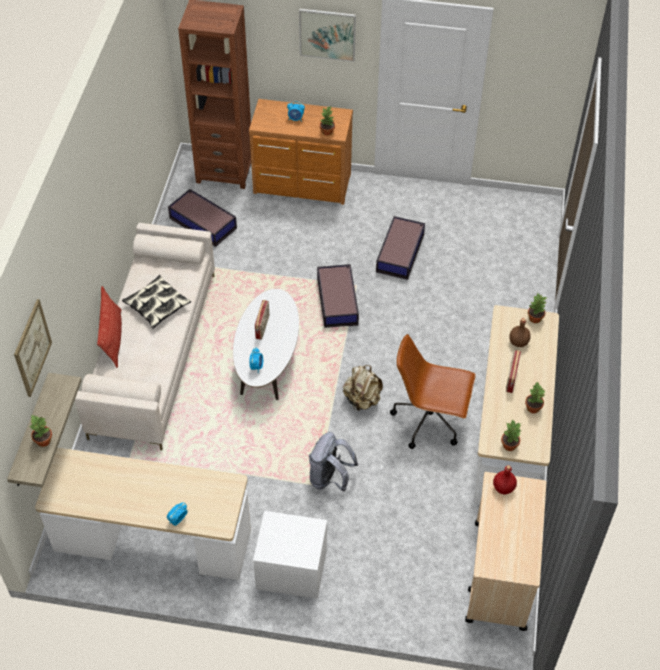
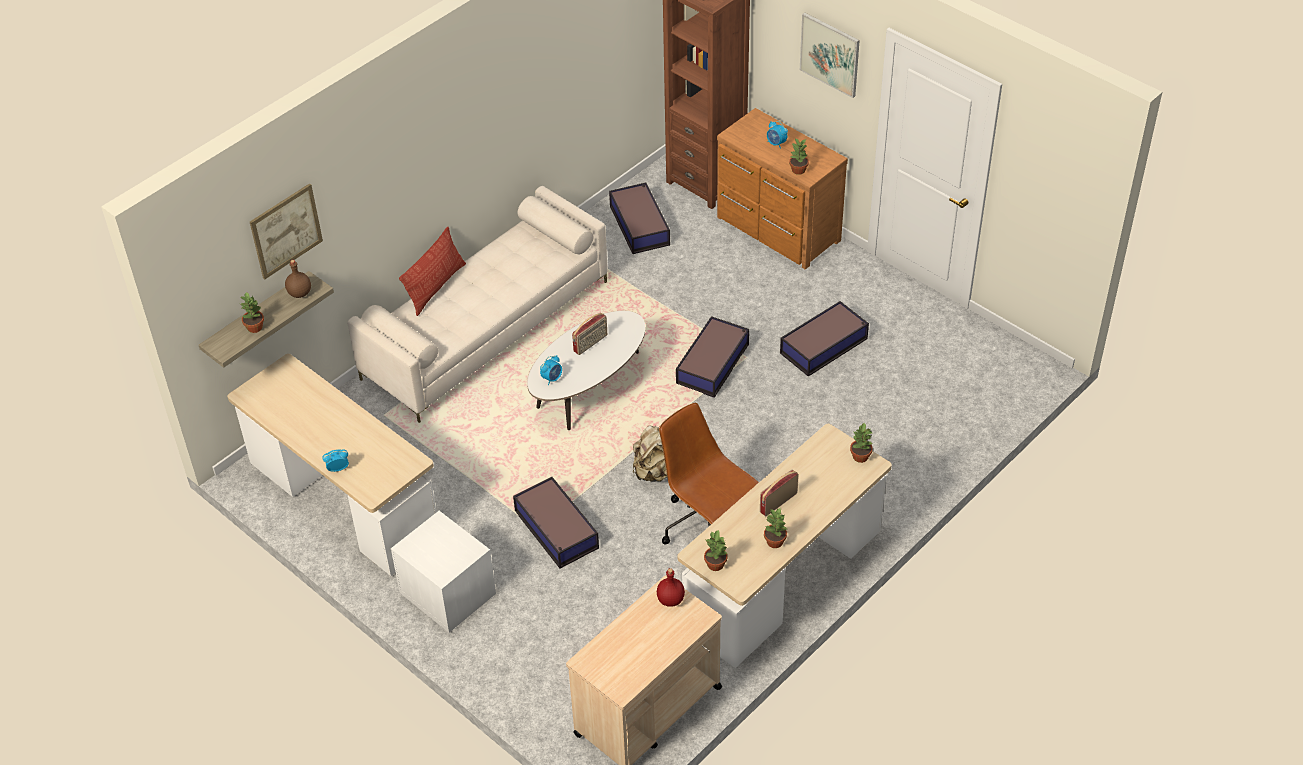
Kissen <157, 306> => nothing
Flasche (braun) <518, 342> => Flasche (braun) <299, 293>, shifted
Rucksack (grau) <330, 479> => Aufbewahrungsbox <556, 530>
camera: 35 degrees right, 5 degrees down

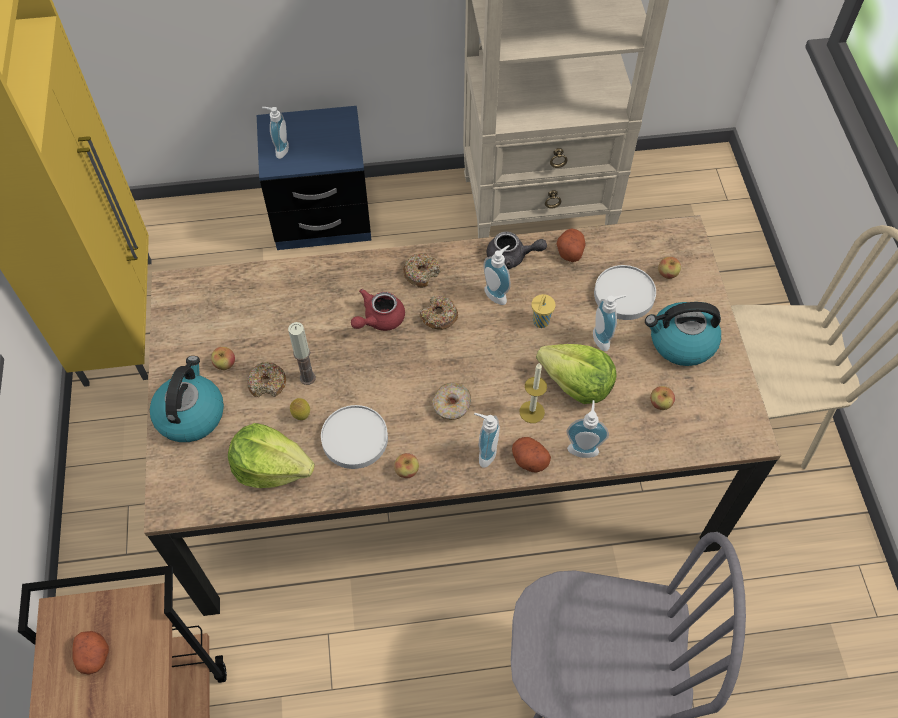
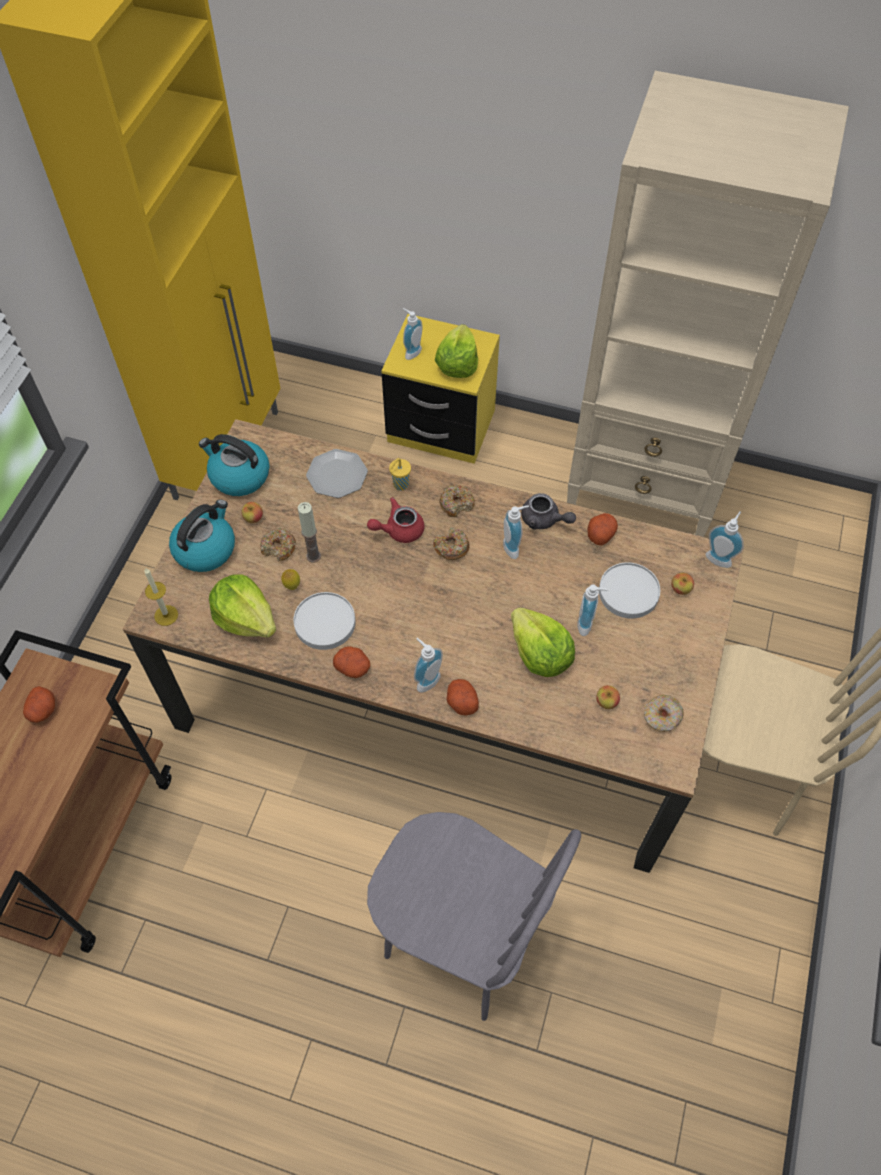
nothing => Teller <337, 474>
nothing => Salatkopf <457, 364>
Donut <452, 405> => Donut <662, 717>, shifted
Kerze <532, 412> => Kerze <166, 615>, shifted
Tasse (gelb) <540, 322> => Tasse (gelb) <400, 485>, shifted
Seifenspender <583, 447> => Seifenspender <719, 557>, shifted
Wasserkessel <681, 342> => Wasserkessel <239, 476>, shifted
Apfel <407, 471> => Kartoffel <353, 667>
Nachttisch (blau) <322, 217> => Nachttisch (gelb) <441, 427>
camera: 25 degrees right, 0 degrees up

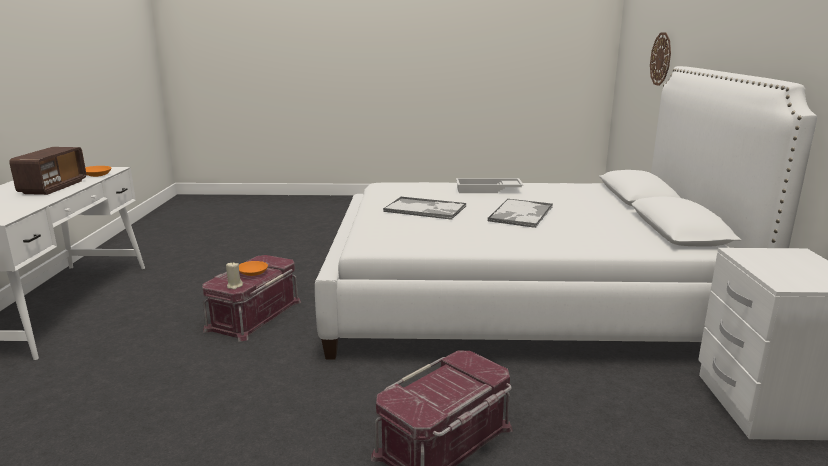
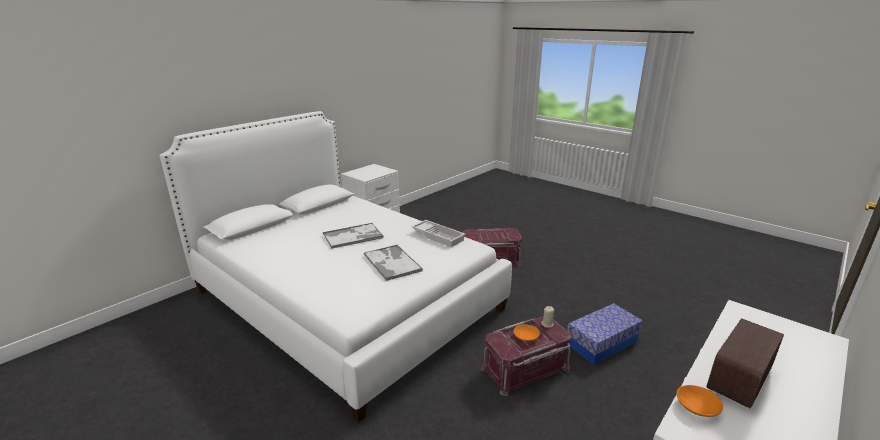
Wanduhr <661, 59> => nothing
nothing => Aufbewahrungsbox <602, 343>
Tablett (weiß) <488, 190> => Tablett (weiß) <439, 236>, shifted
camera: 140 degrees left, 5 degrees up

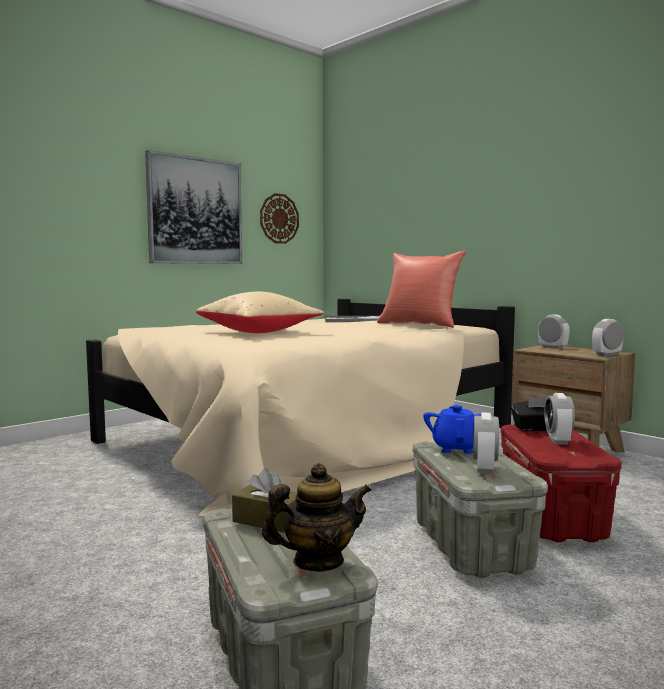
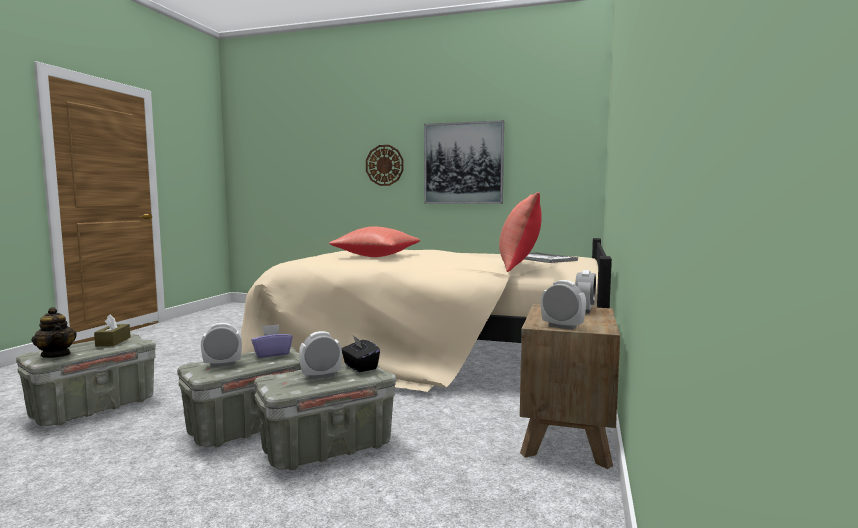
Wanduhr <279, 218> => Wanduhr <384, 165>, shifted
Teekanne (blau) <456, 448> => Taschentuchbox (lila) <272, 354>
Kissen (beige) <259, 332> => Kissen (rot) <377, 256>
Aufbewahrungsbox (rot) <552, 518> => Aufbewahrungsbox (grau) <327, 448>
camera: 60 degrees right, 0 degrees up

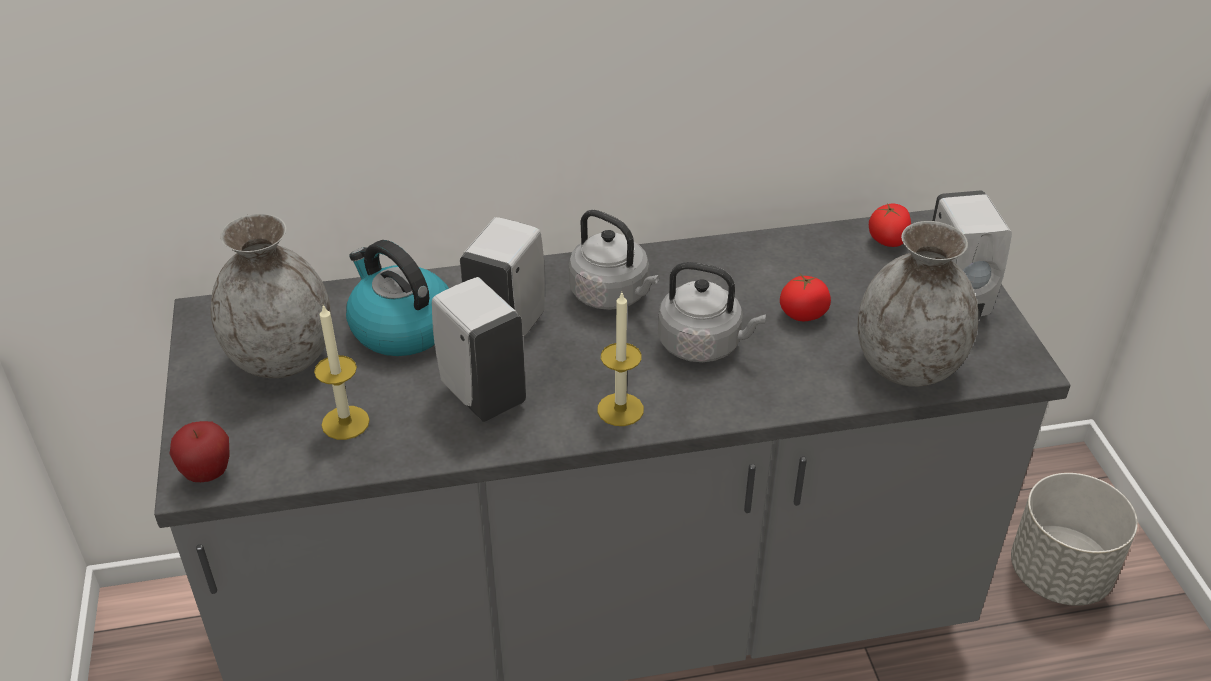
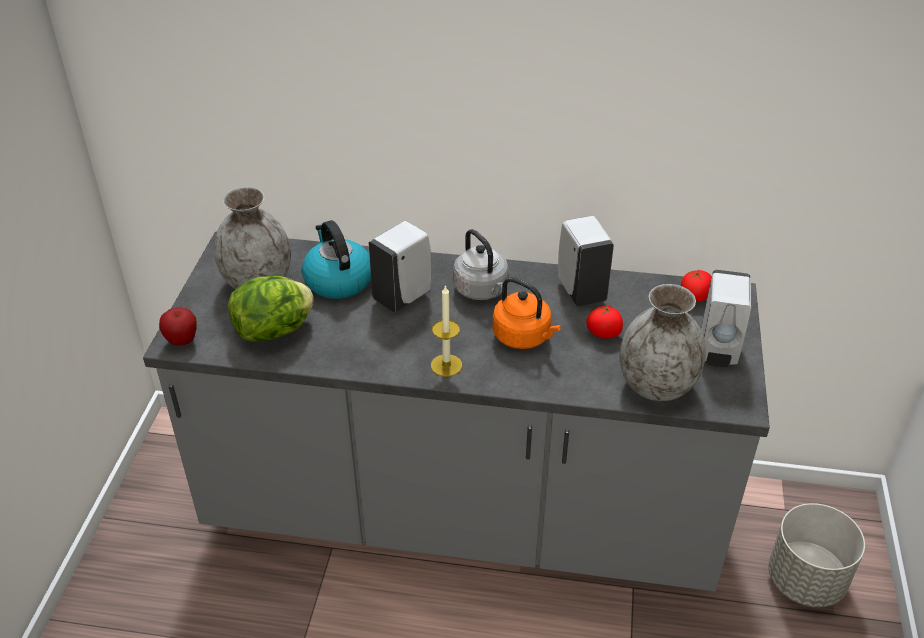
Seifenspender (weiß) <481, 393> => Seifenspender (weiß) <580, 290>, shifted
Kerze <345, 422> => Salatkopf <275, 331>
Wasserkessel (grau) <703, 345> => Wasserkessel (orange) <524, 337>
camera: 20 degrees right, 0 degrees up

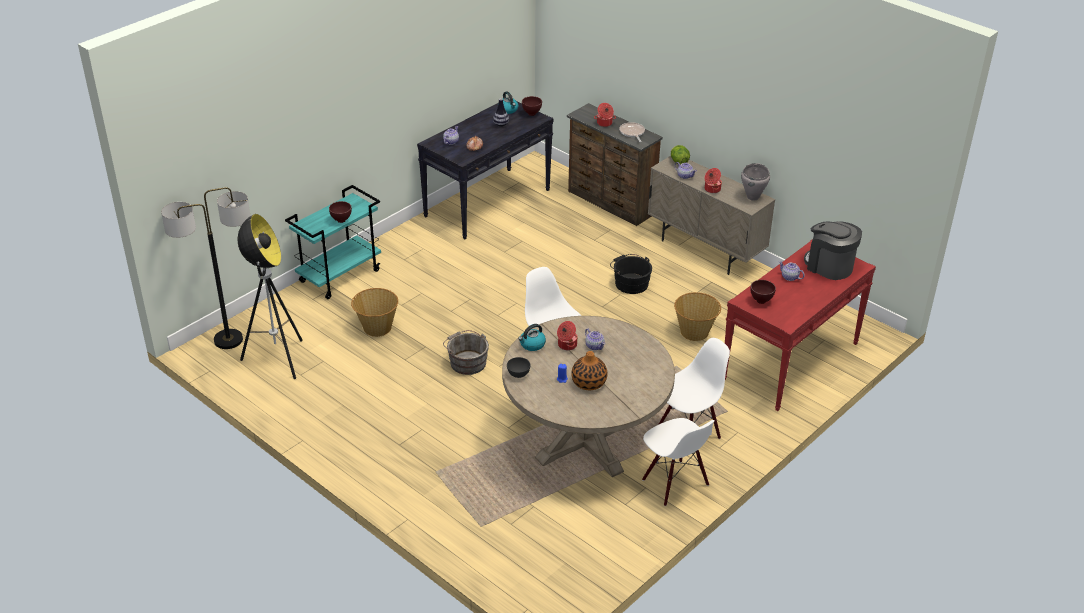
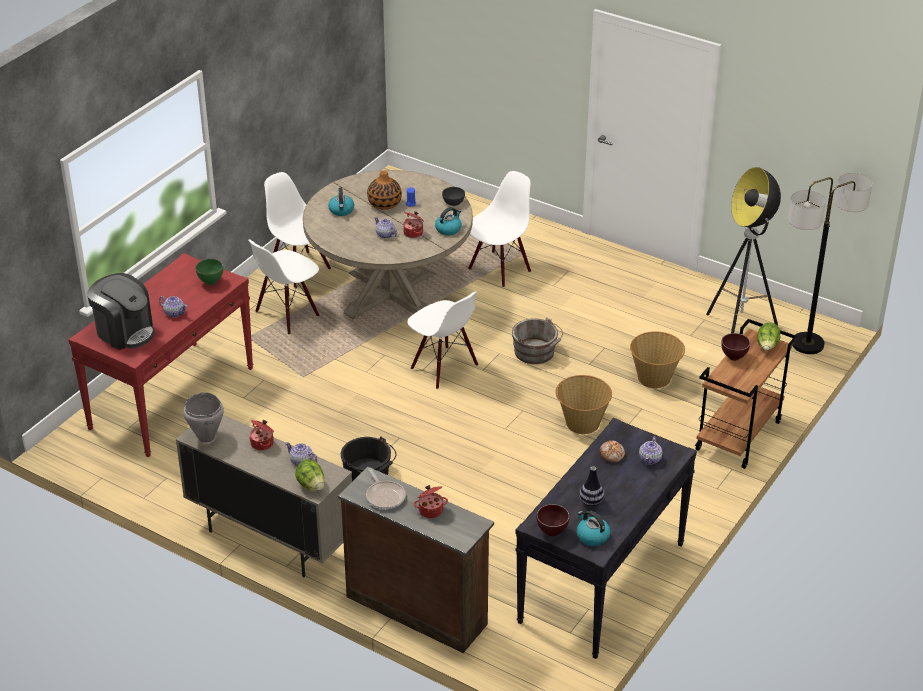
nothing => Wasserkessel <341, 210>
nothing => Stuhl (weiß) <499, 269>
nothing => Salatkopf <767, 346>
Korb <695, 332> => Korb <582, 423>, shifted
Rollwagen (türkis) <340, 275> => Rollwagen (braun) <738, 437>
Schüssel (braun) <760, 301> => Schüssel (grün) <211, 282>
camera: 170 degrees right, 0 degrees up

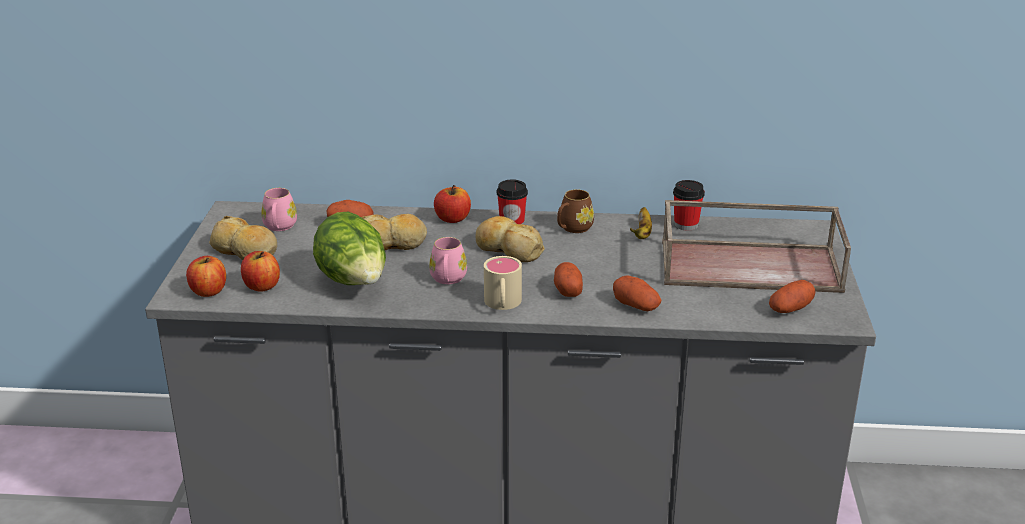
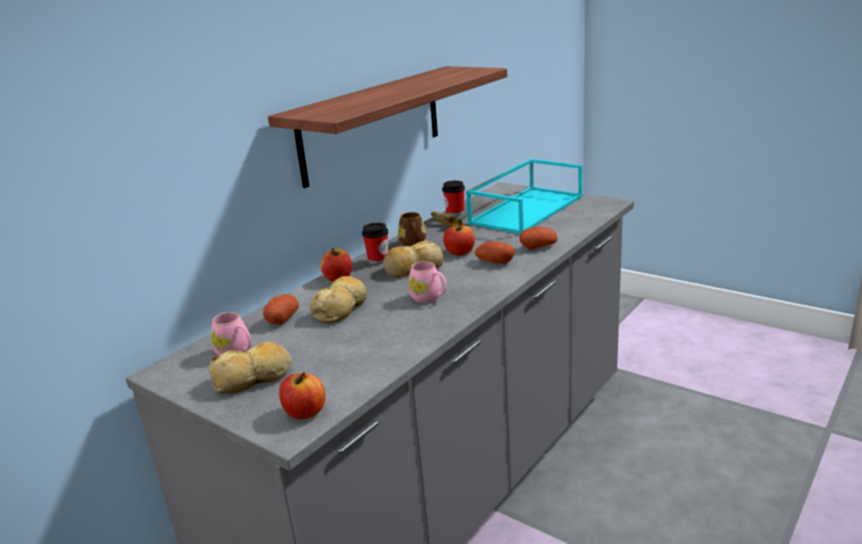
Salatkopf <354, 282> => nothing
Henkelbecher (beige) <502, 305> => nothing
Kartoffel <790, 309> => nothing
nothing => Wandregal <372, 124>
Apfel <262, 286> => Apfel <460, 252>, shifted
Tablett (braun) <751, 265> => Tablett (türkis) <526, 209>
camera: 55 degrees left, 5 degrees down

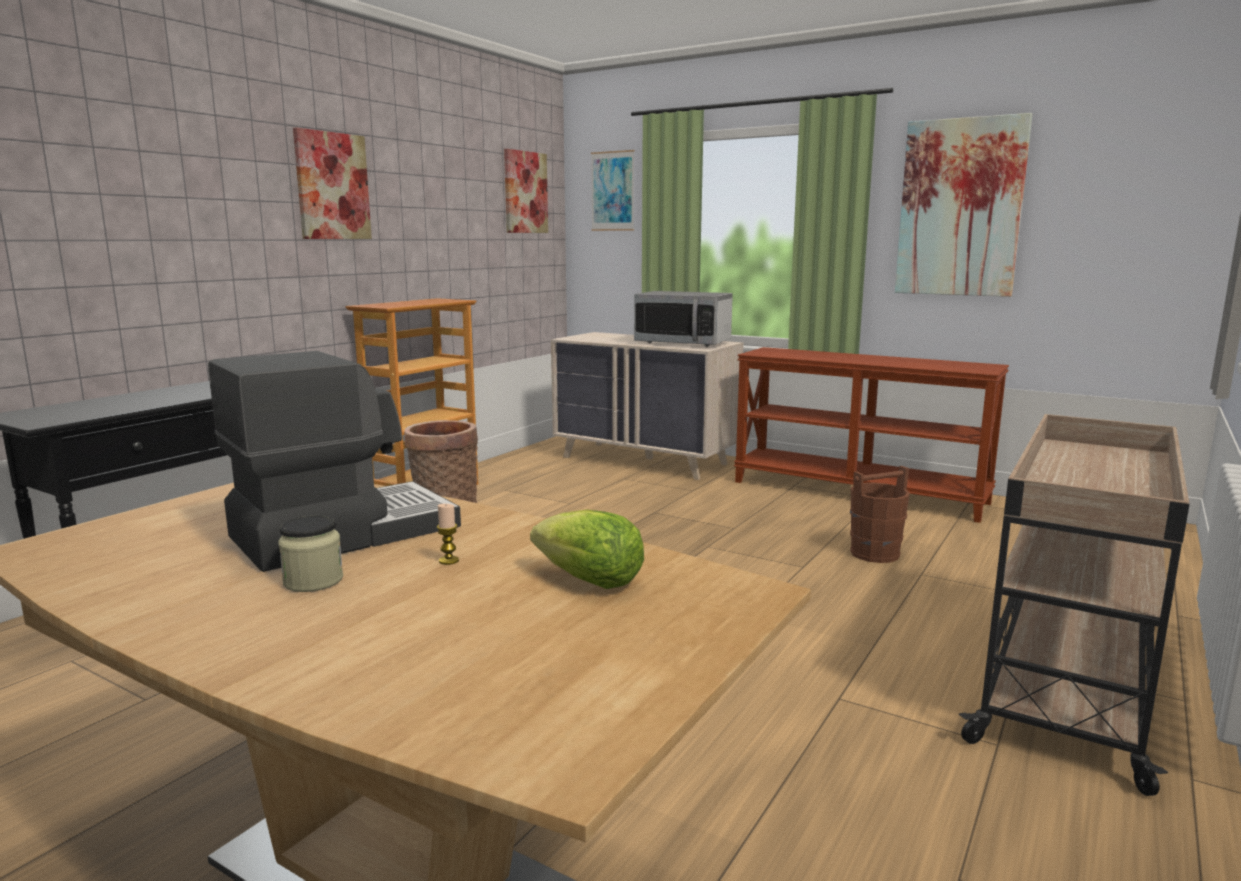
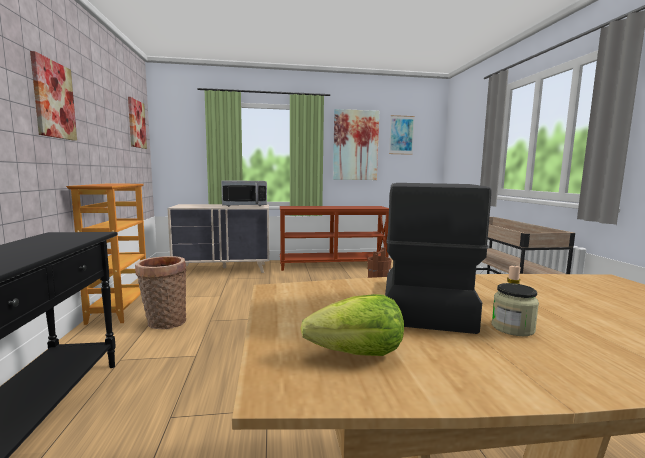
Salatkopf <589, 581> => Salatkopf <358, 355>, shifted
Bild <612, 191> => Bild <401, 135>, shifted
camera: 40 degrees left, 5 degrees down

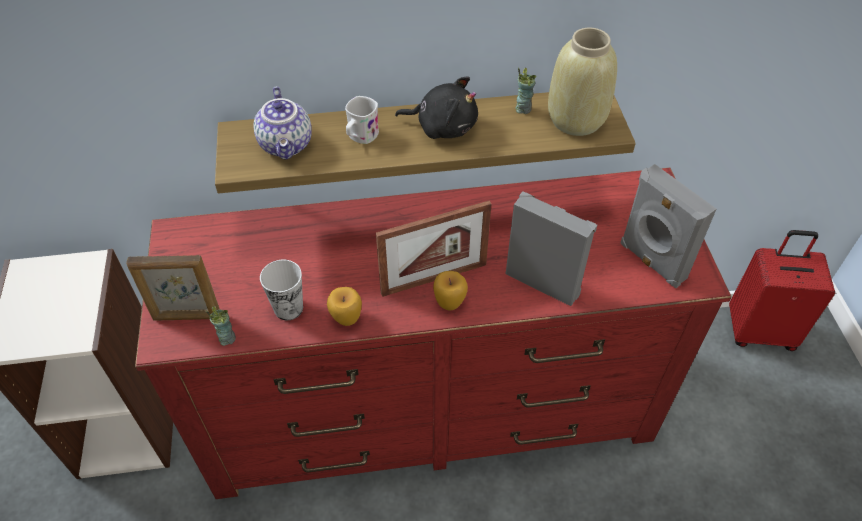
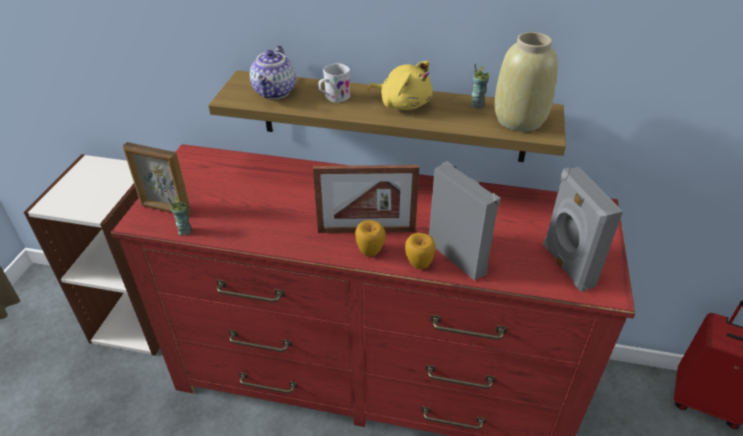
Tasse <288, 308> => nothing
Apfel <346, 319> => Apfel <419, 264>, shifted
Plüschtier (schwarz) <443, 126> => Plüschtier (gelb) <403, 104>
camera: 20 degrees right, 10 degrees down

